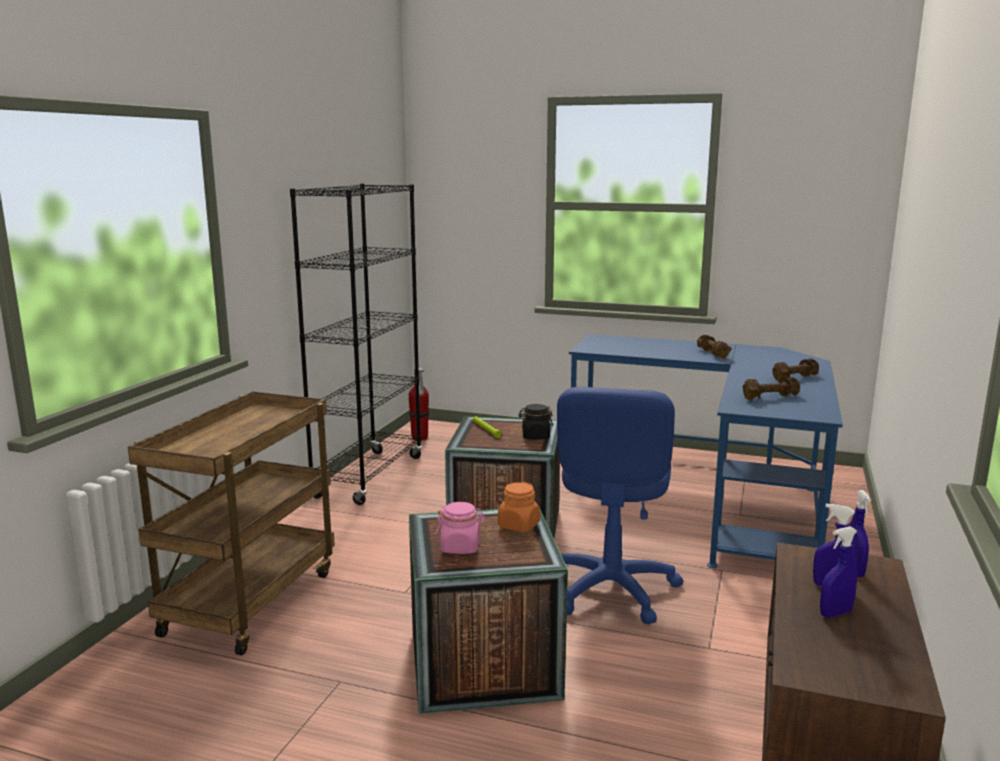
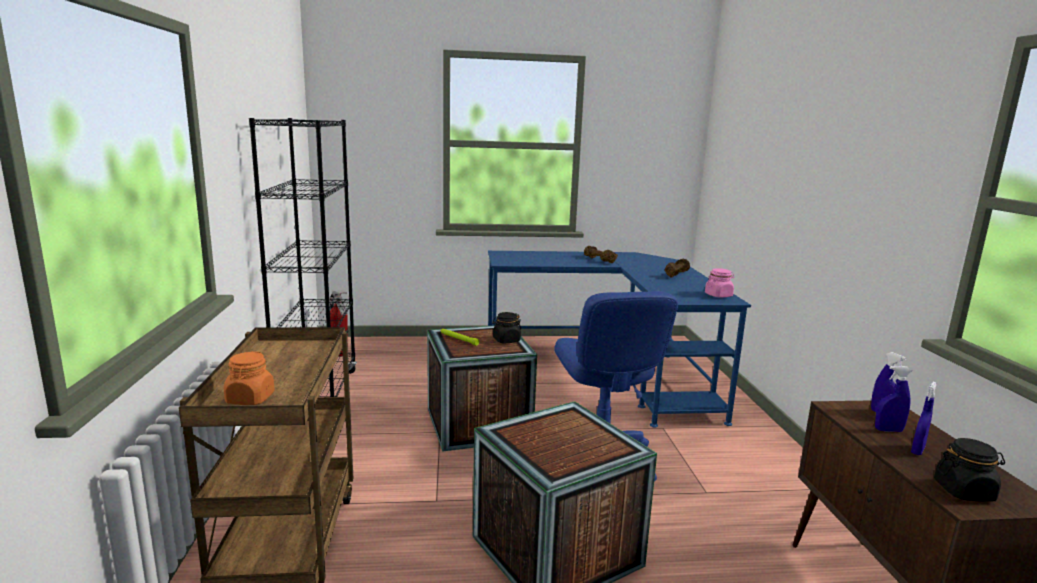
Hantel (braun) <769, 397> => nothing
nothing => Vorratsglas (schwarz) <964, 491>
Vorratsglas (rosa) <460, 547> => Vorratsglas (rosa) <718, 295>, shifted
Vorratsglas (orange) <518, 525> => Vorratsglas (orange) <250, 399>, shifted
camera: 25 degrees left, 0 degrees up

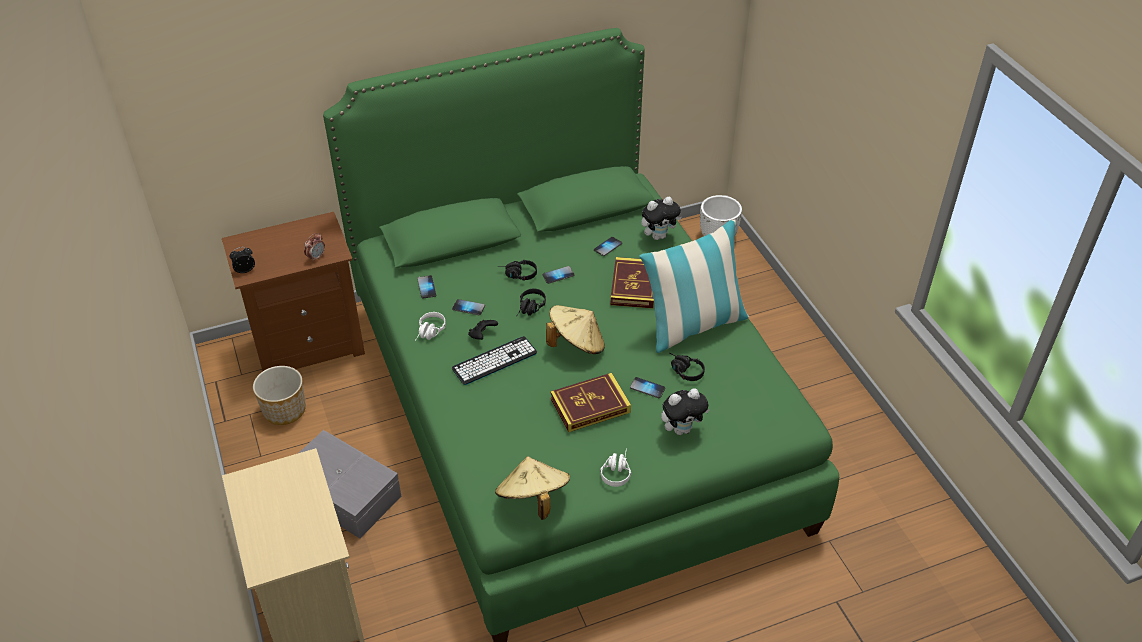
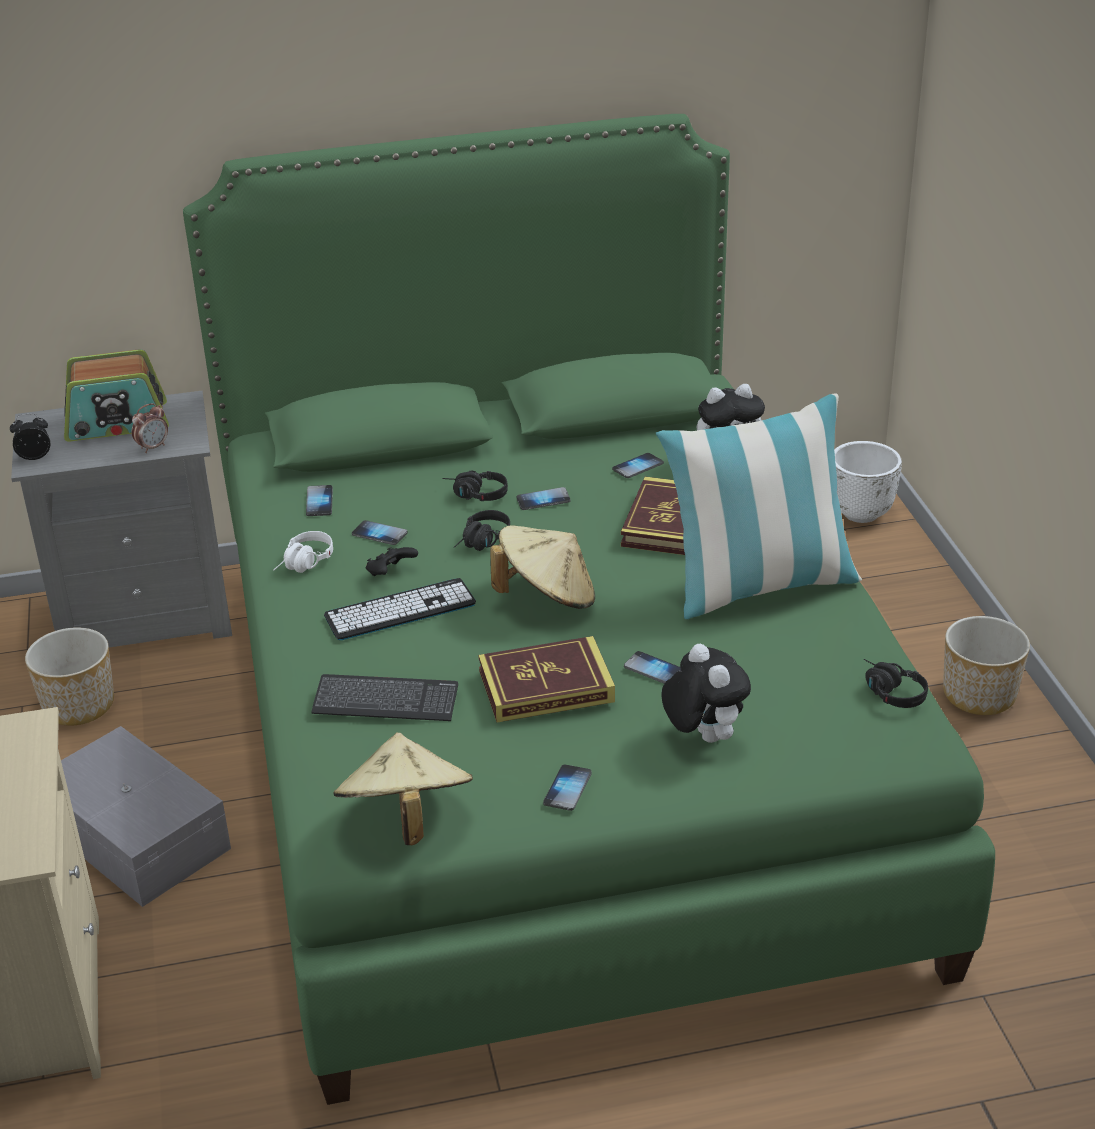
nothing => Radio <117, 422>
nothing => Tastatur <385, 701>
nothing => Pflanzkübel <979, 694>
Kopfhörer (schwarz) <683, 370> => Kopfhörer (schwarz) <888, 692>, shifted
Kopfhörer (weiß) <616, 471> => Handy <567, 789>
Nachttisch (braun) <309, 344> => Nachttisch (grau) <147, 615>
Plüschtier <682, 429> => Plüschtier <703, 736>, 105 degrees counterclockwise
camera: 10 degrees right, 10 degrees down

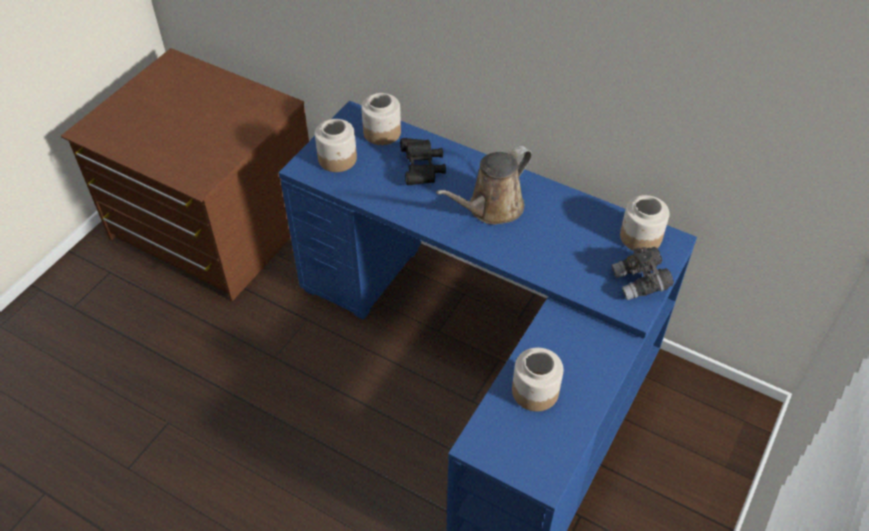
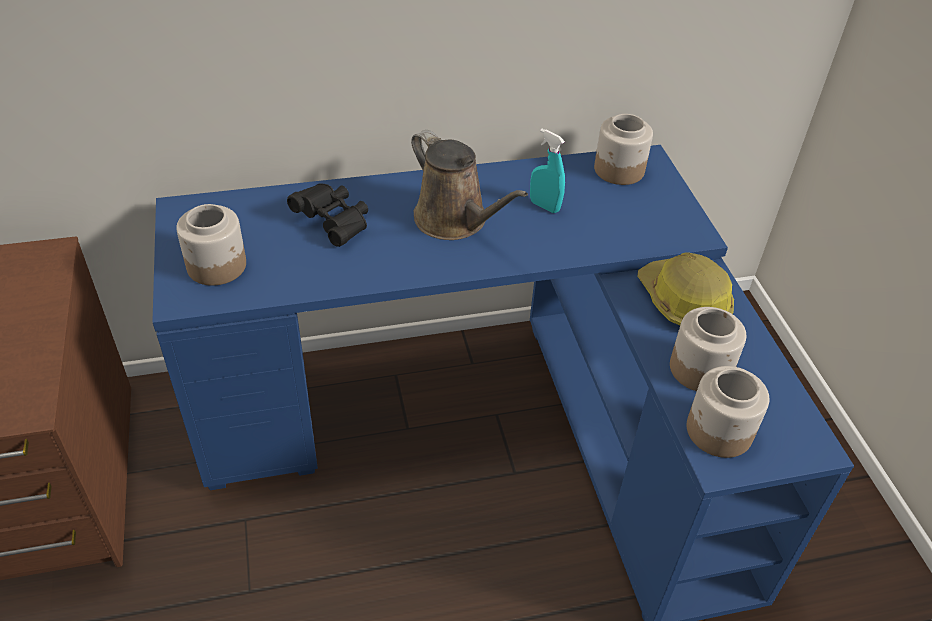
Fernglas (grau) <640, 283> => nothing
nothing => Sprühflasche (türkis) <544, 206>
nothing => Schutzhelm <683, 302>
Vorratsglas <381, 132> => Vorratsglas <718, 432>, shifted
Gießkanne (braun) <491, 208> => Gießkanne (braun) <455, 221>, 45 degrees counterclockwise
camera: 45 degrees left, 5 degrees down

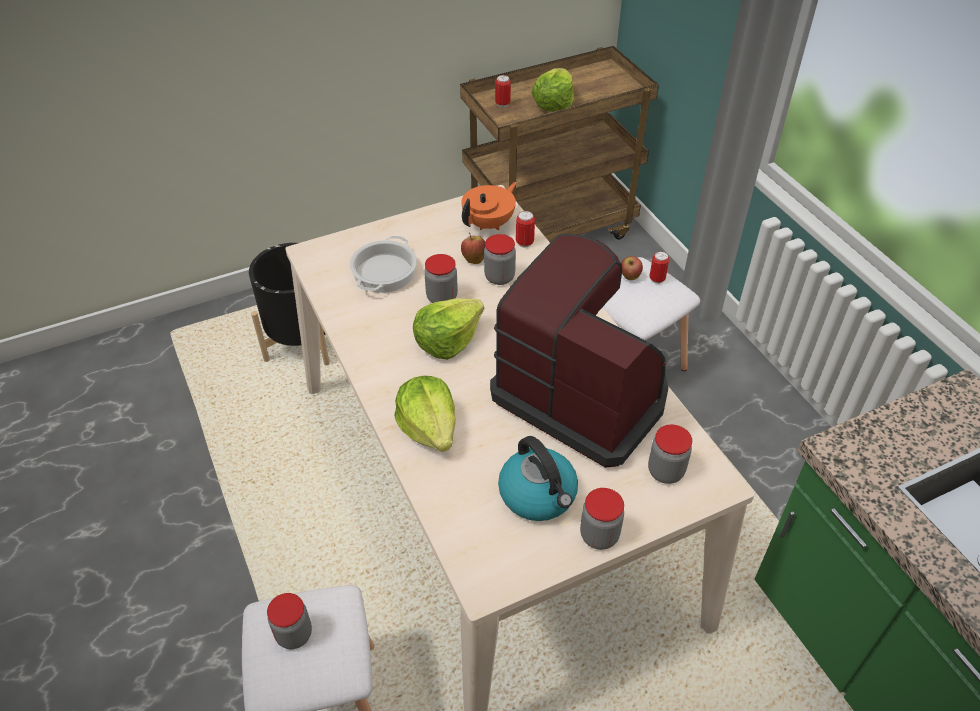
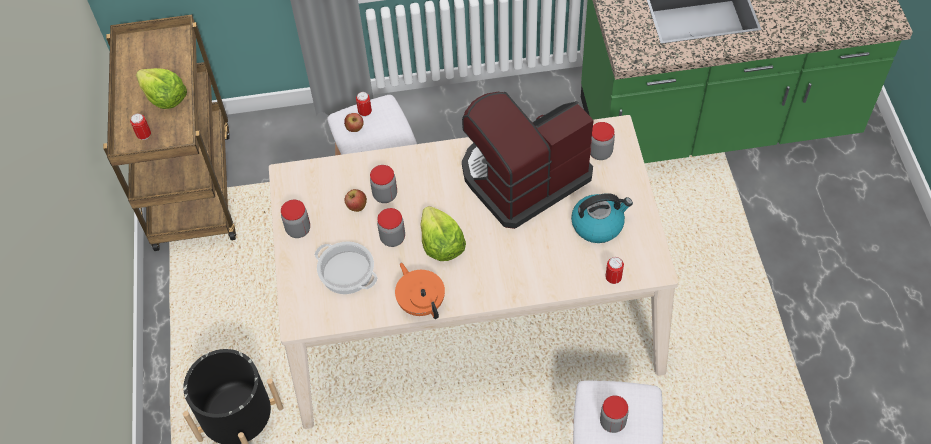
Salatkopf <429, 427> => nothing
Teekanne (orange) <489, 223> => Teekanne (orange) <421, 303>, shifted
Dose <524, 243> => Dose <613, 278>, shifted
Vorratsglas <599, 535> => Vorratsglas <298, 229>, shifted
camera: 70 degrees left, 10 degrees up

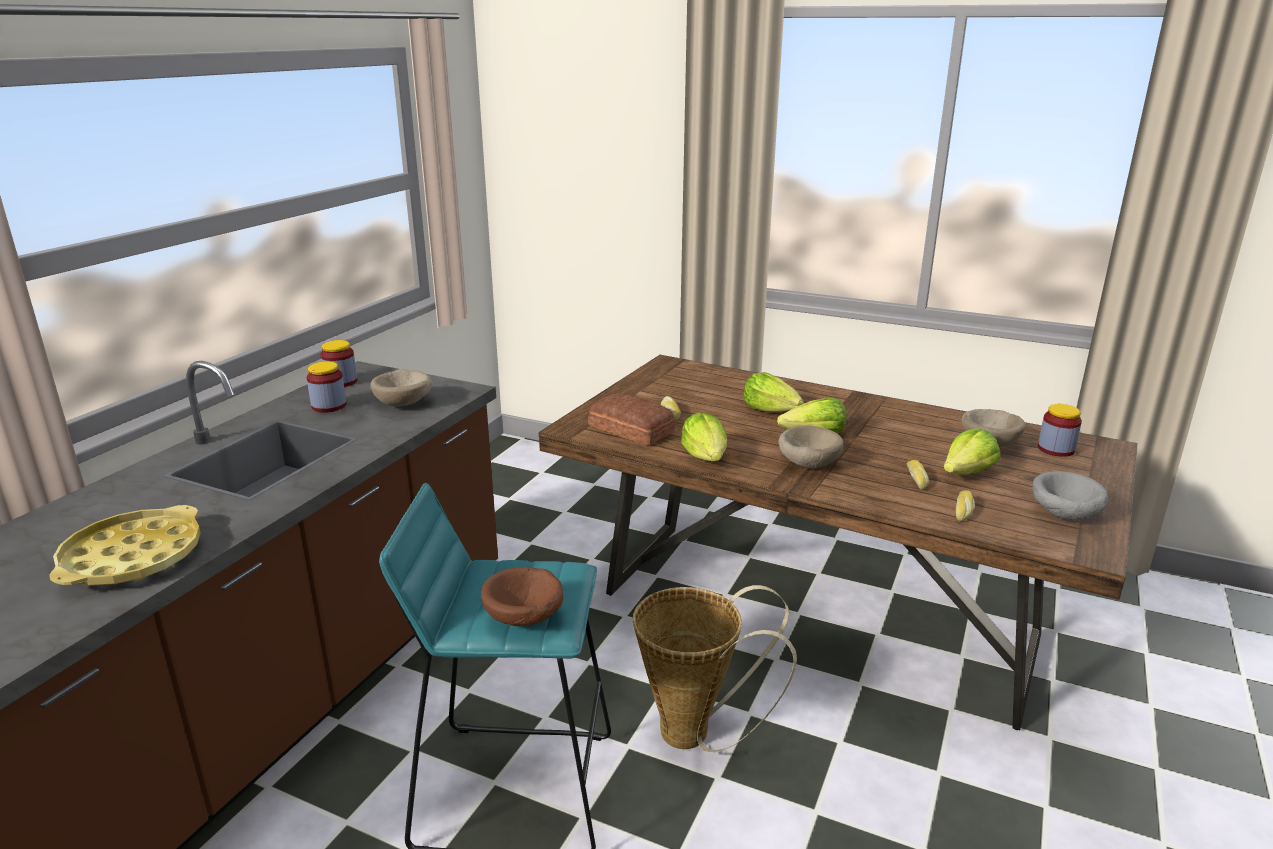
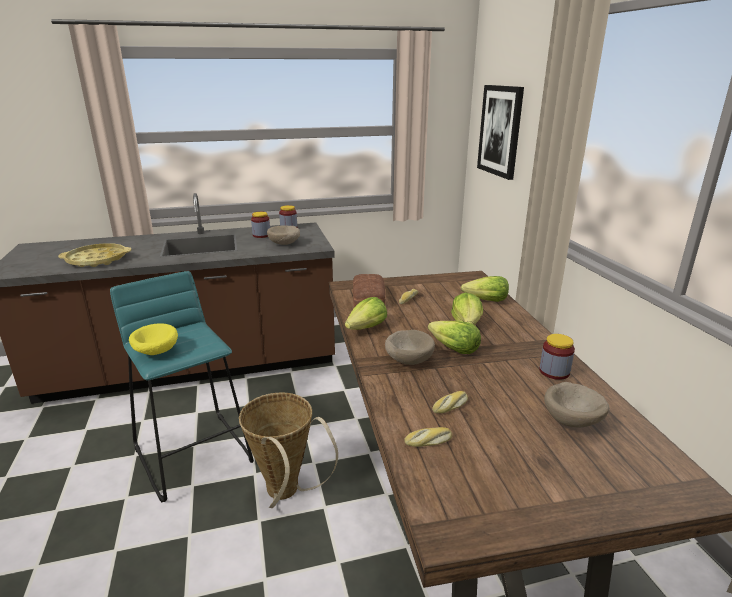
Schüssel (grau) <1063, 515> => nothing
nothing => Bild <500, 131>
Salatkopf <967, 473> => Salatkopf <486, 300>, shifted
Vorratsglas <1055, 449> => Vorratsglas <554, 371>, shifted
Schüssel (braun) <525, 619> => Schüssel (gelb) <156, 352>
camera: 50 degrees right, 0 degrees up

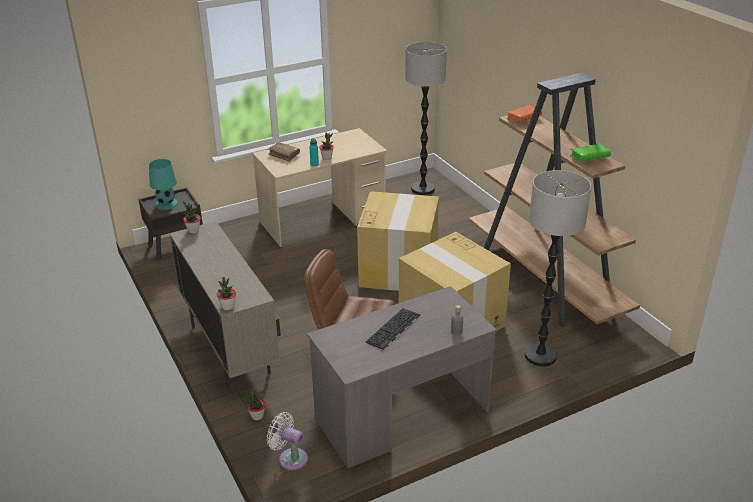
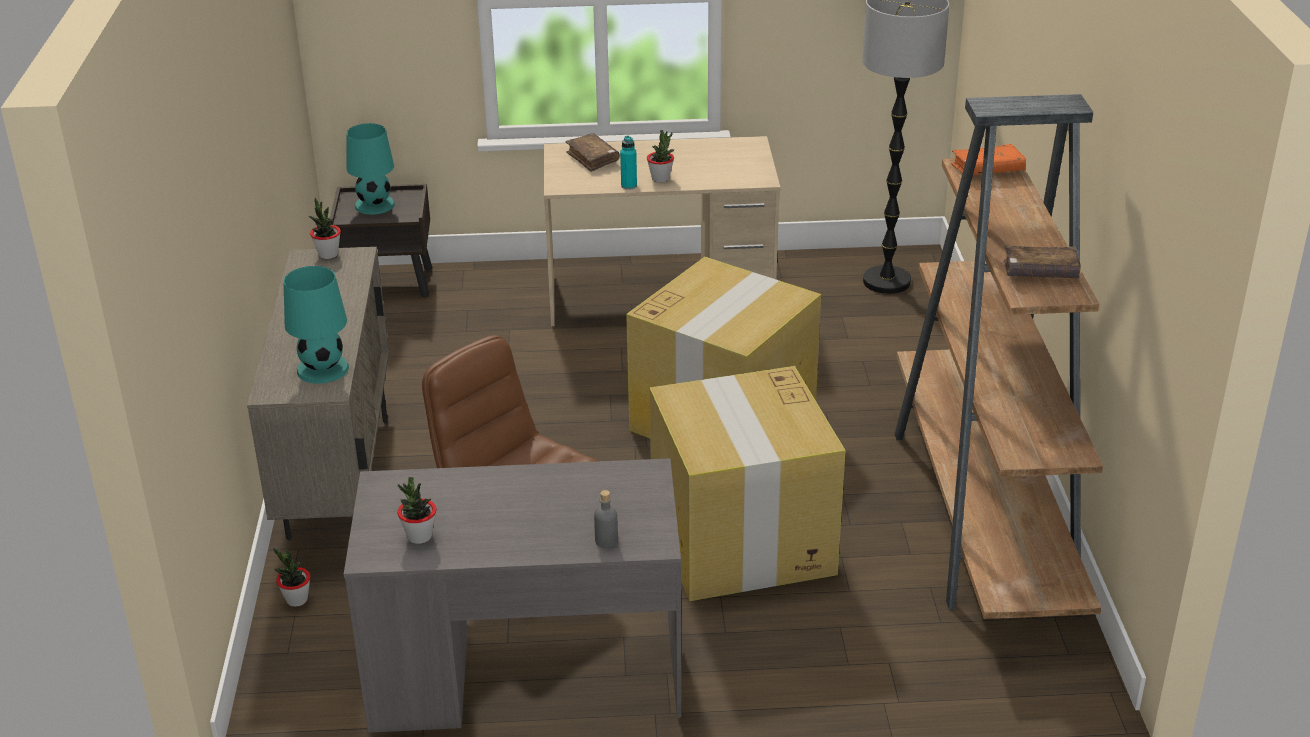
Ventilator (weiß) <290, 458> => nothing
Tastatur <393, 329> => nothing
Stehlampe <540, 356> => nothing
nothing => Tischlampe (türkis) <322, 369>
Topfpflanze <228, 307> => Topfpflanze <419, 536>, shifted
Buch (grün) <589, 157> => Buch (braun) <1040, 272>
camera: 25 degrees right, 0 degrees up

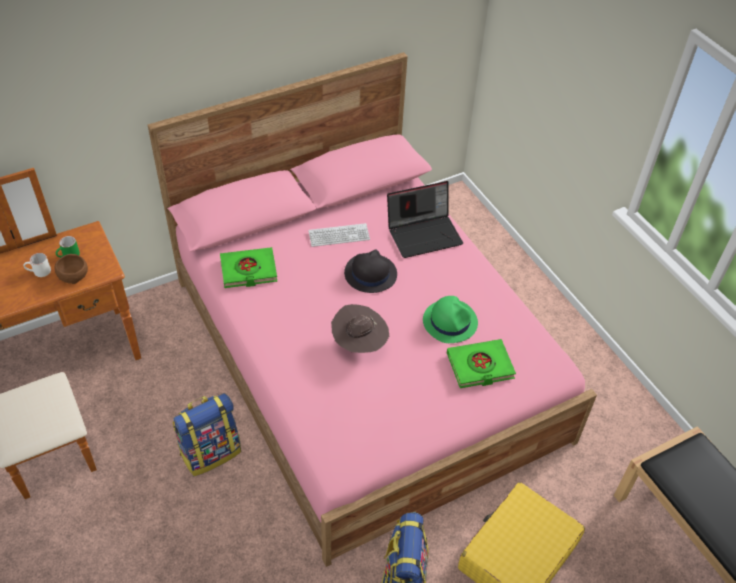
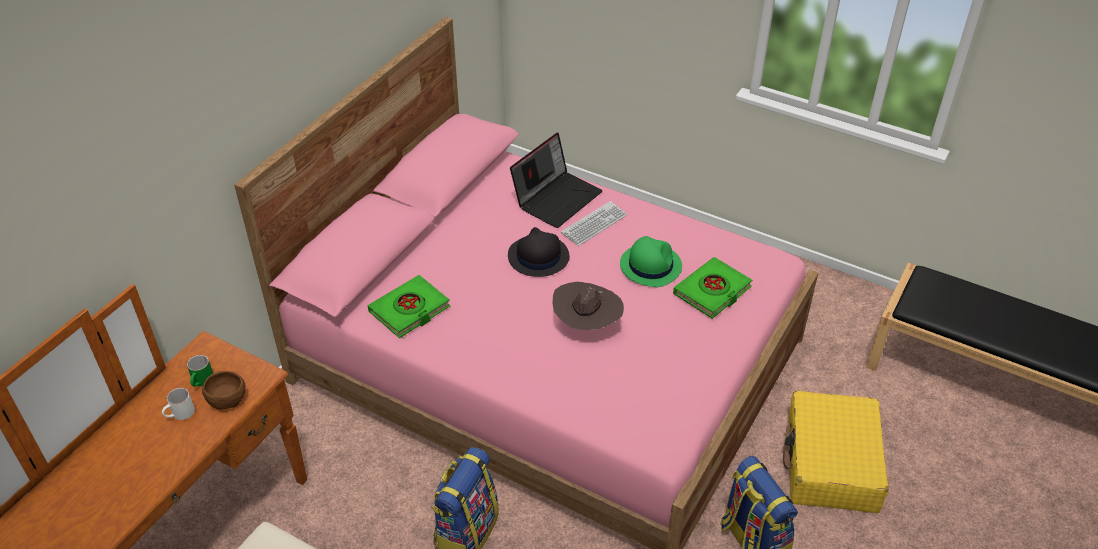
Tastatur <339, 236> => Tastatur <594, 224>, shifted
camera: 30 degrees left, 5 degrees down

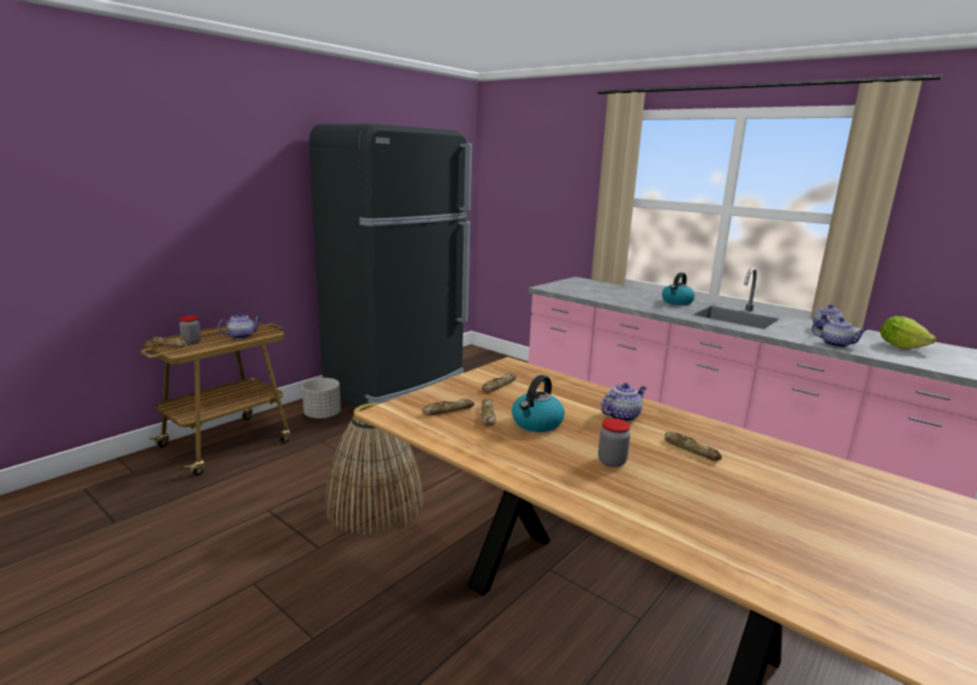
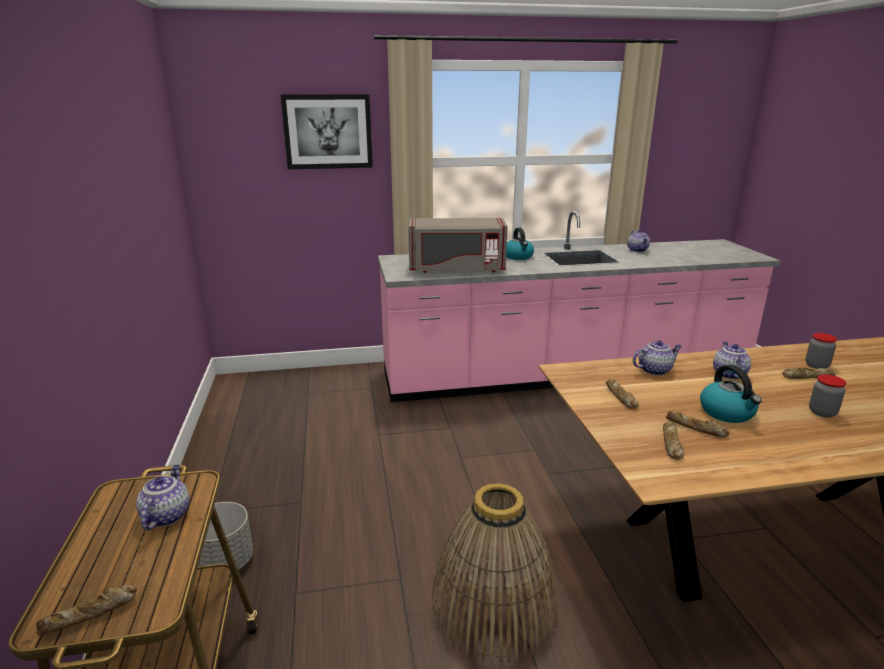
Kühlschrank (schwarz) <397, 390> => nothing
Salatkopf <901, 346> => nothing
nothing => Bild <328, 132>
nothing => Mikrowelle (grau) <456, 269>
Vorratsglas <191, 342> => Vorratsglas <816, 365>, shifted
Teekanne <836, 344> => Teekanne <655, 370>, shifted
camera: 50 degrees left, 5 degrees up

